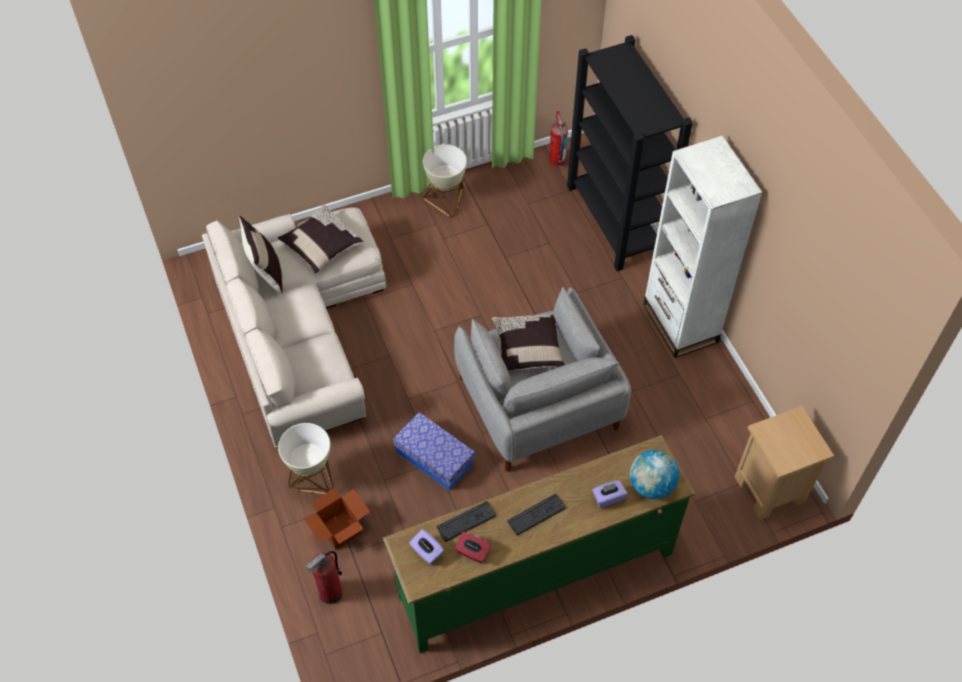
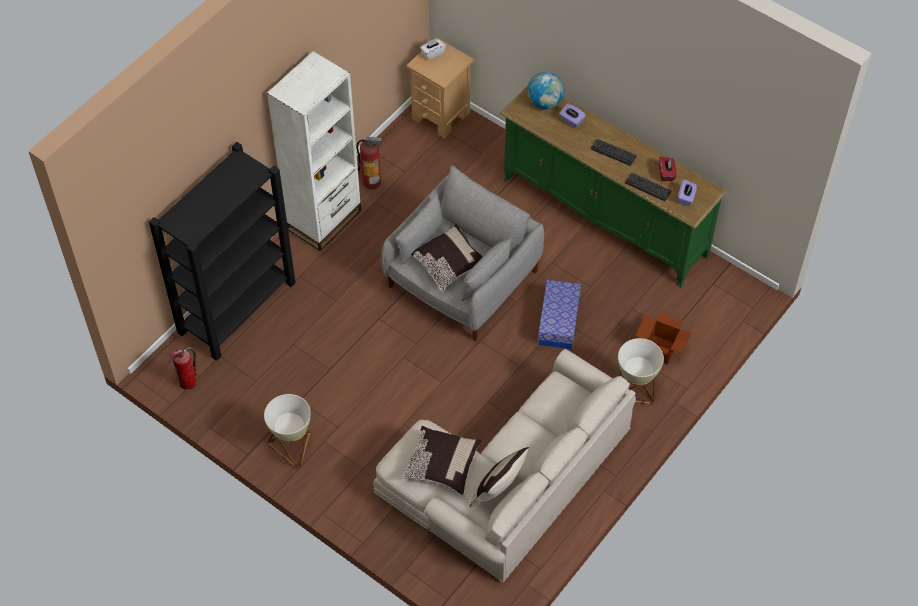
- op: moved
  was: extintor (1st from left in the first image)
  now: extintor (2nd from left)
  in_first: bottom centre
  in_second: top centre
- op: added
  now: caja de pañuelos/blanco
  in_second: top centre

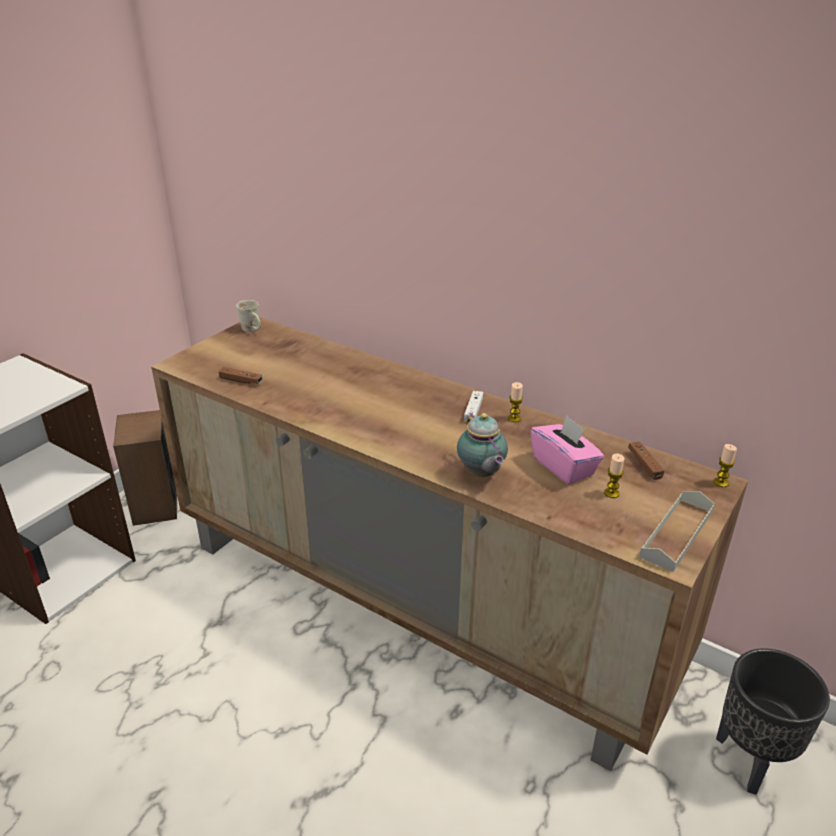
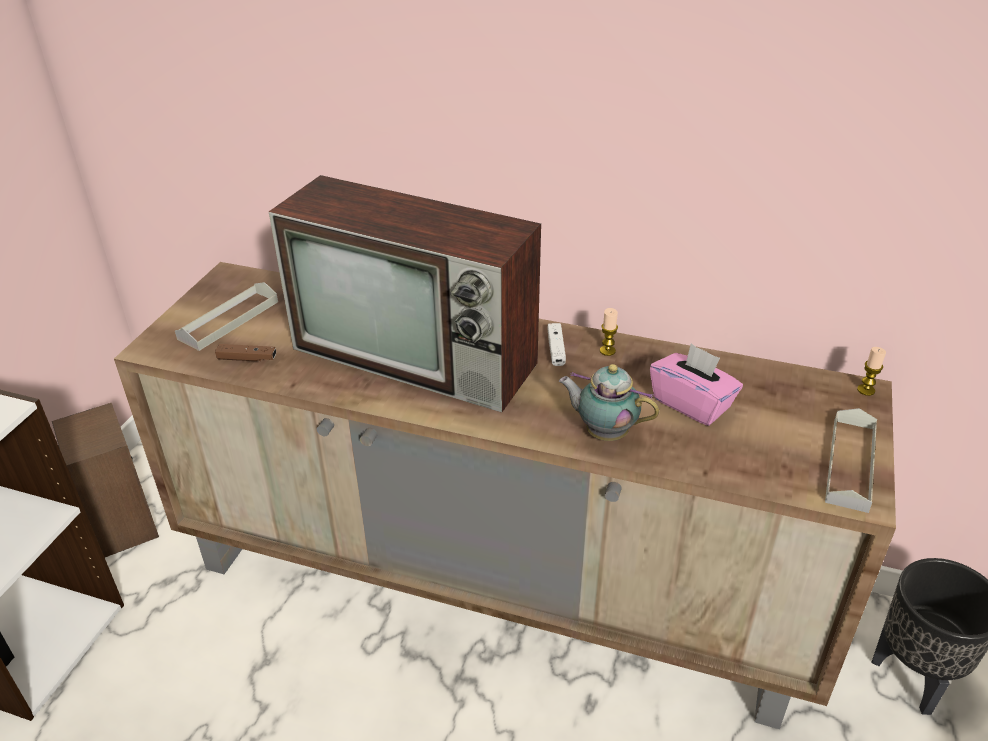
- op: removed
  was: taza grande/blanco
  in_first: middle left
- op: turned
  was: tetera
  in_first: centre
  in_second: centre
  clockwise: 150
- op: removed
  was: mando de consola/marrón (2nd from left)
  in_first: middle right
- op: removed
  was: vela (2nd from left)
  in_first: middle right
- op: added
  now: televisor
  in_second: centre
- op: added
  now: bandeja/gris (1st from left)
  in_second: middle left

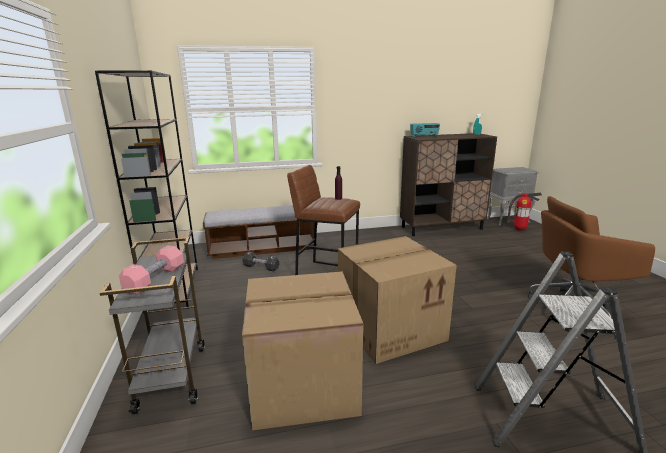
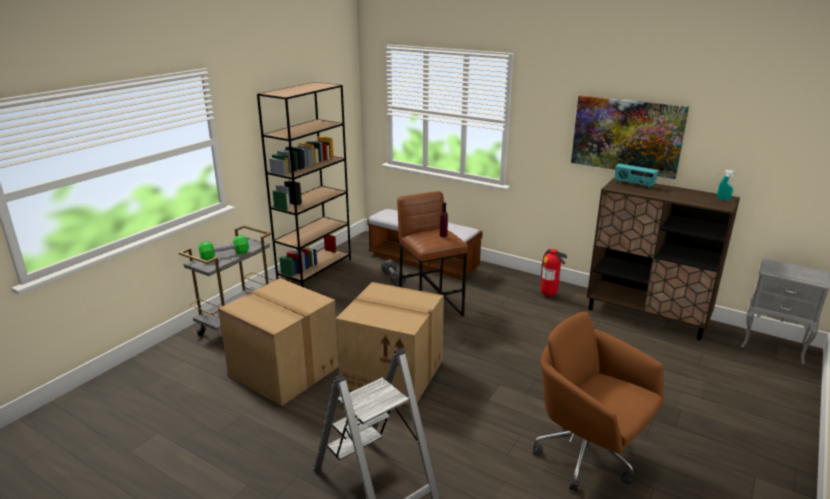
- op: moved
  was: extintor
  in_first: middle right
  in_second: centre
- op: recoloured
  was: mancuerna/rosa
  now: mancuerna/verde
  in_first: middle left
  in_second: middle left
- op: added
  now: cuadro
  in_second: top right

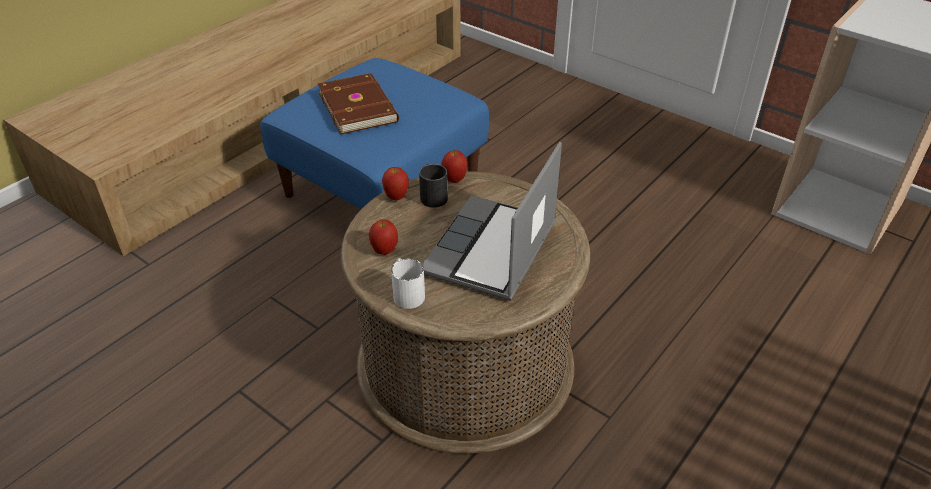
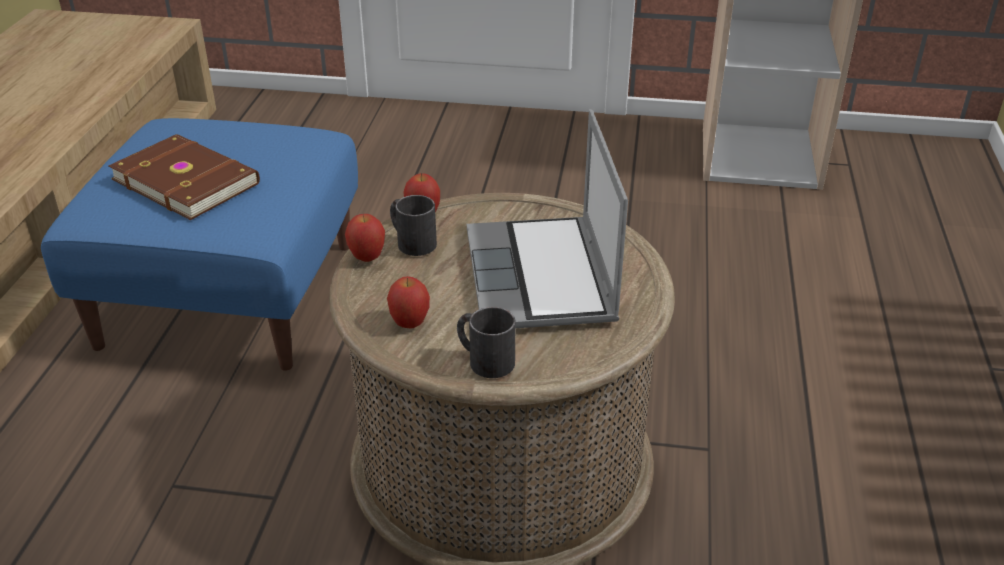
- op: recoloured
  was: taza grande/blanco
  now: taza grande/negro (2nd from left)
  in_first: centre
  in_second: centre

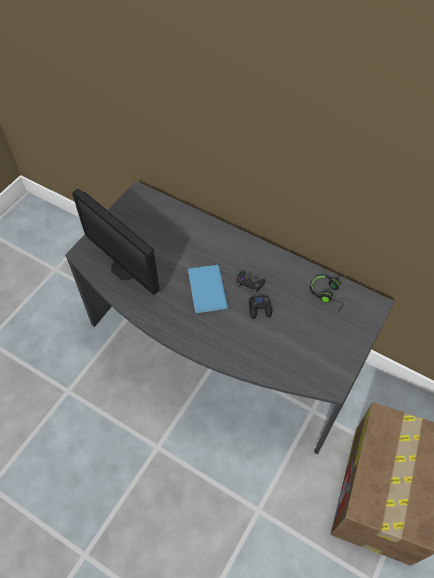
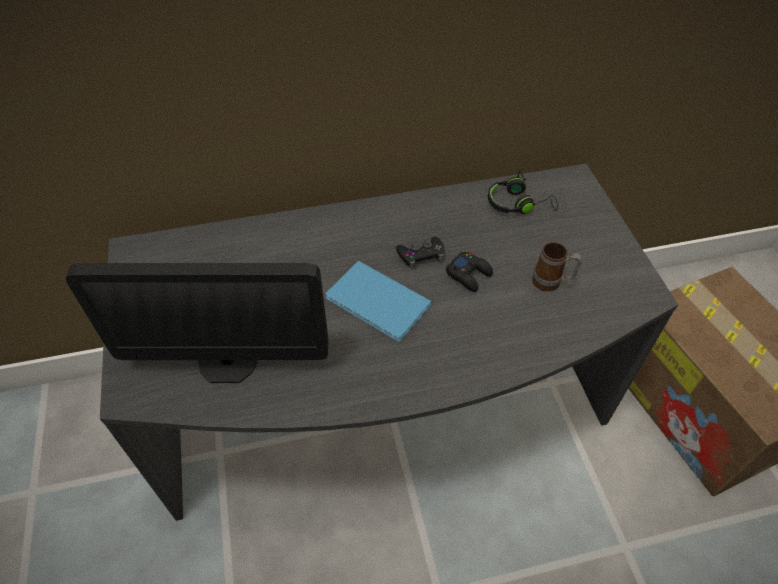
- op: added
  now: taza grande
  in_second: middle right

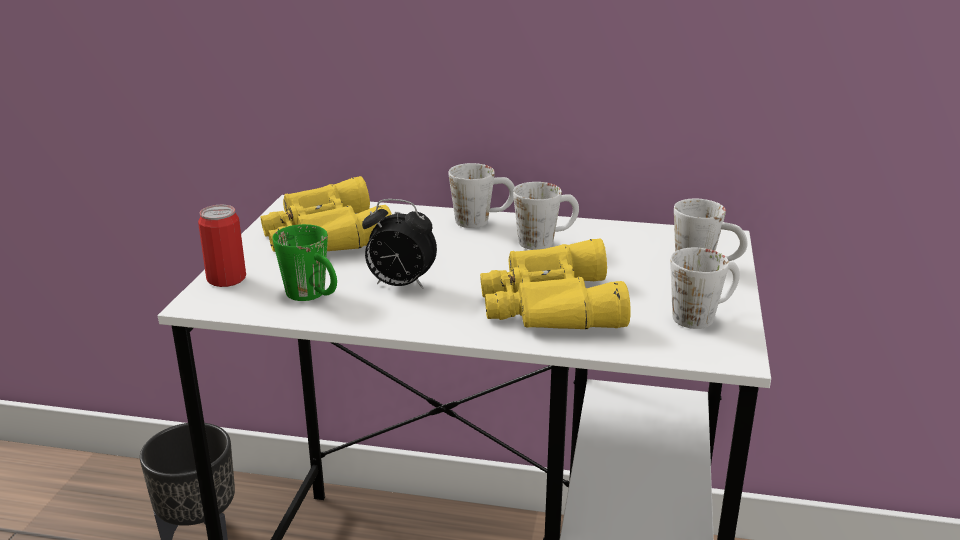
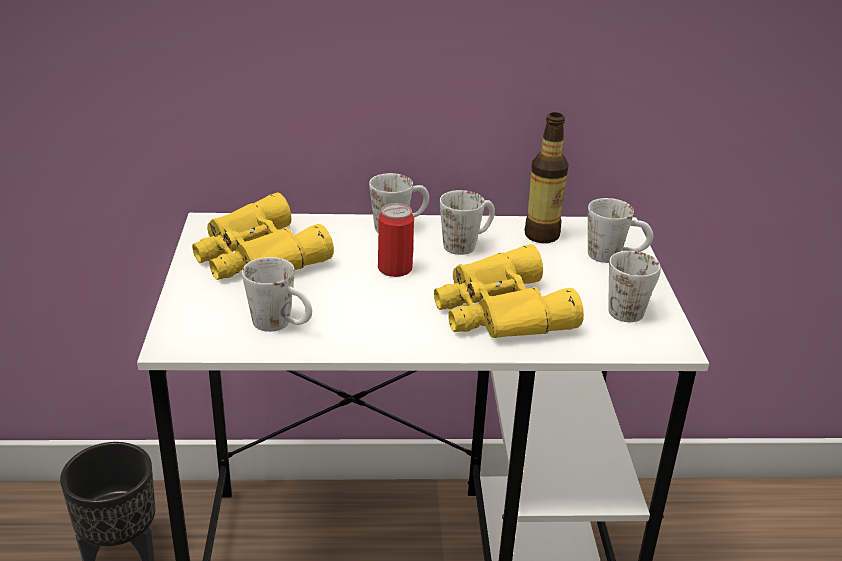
- op: removed
  was: despertador
  in_first: centre
- op: moved
  was: lata
  in_first: middle left
  in_second: centre
- op: recoloured
  was: taza grande/verde
  now: taza grande/blanco (1st from left)
  in_first: middle left
  in_second: middle left
- op: added
  now: botella
  in_second: top centre

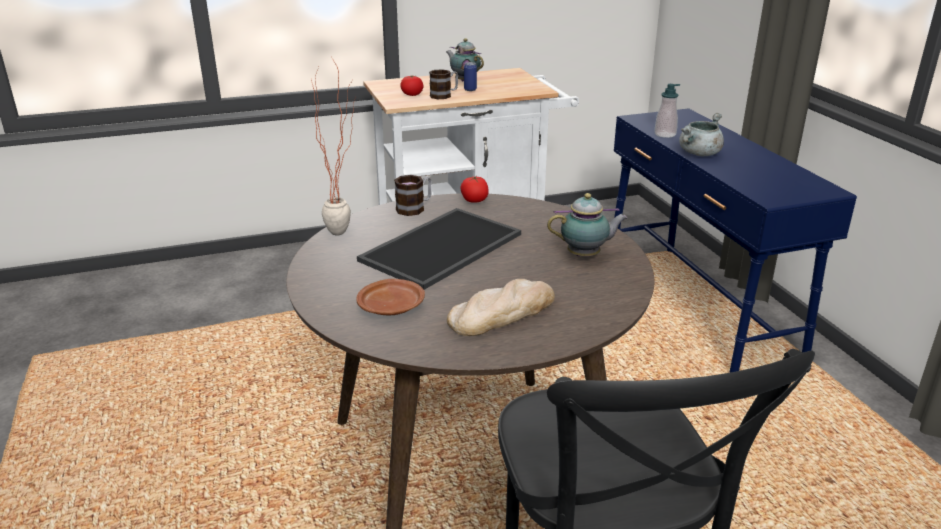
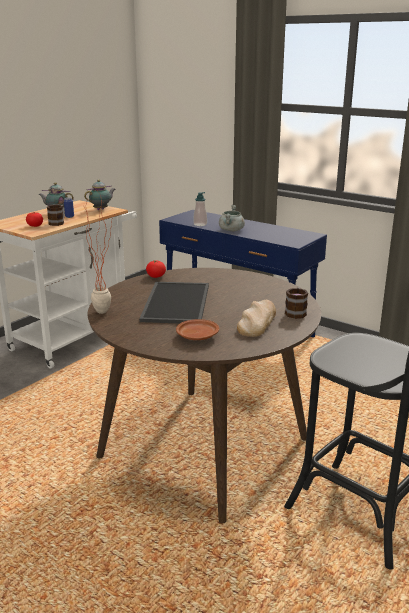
- op: moved
  was: taza grande (1st from left in the first image)
  now: taza grande (2nd from left)
  in_first: centre
  in_second: middle right
- op: moved
  was: tetera (2nd from left)
  in_first: centre
  in_second: top left

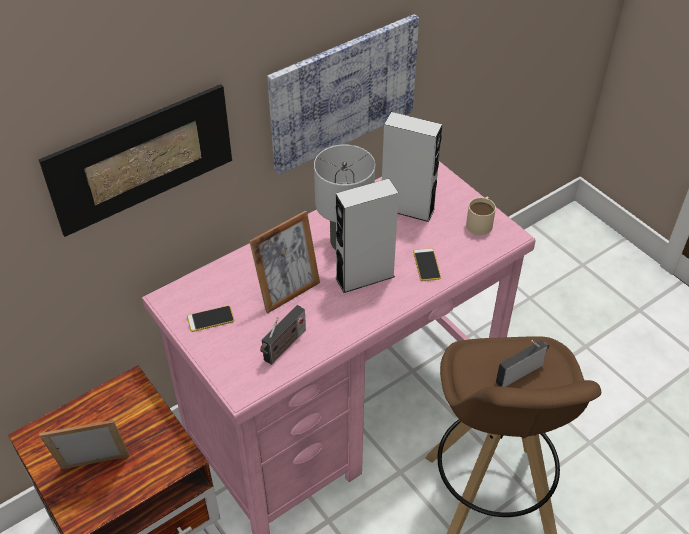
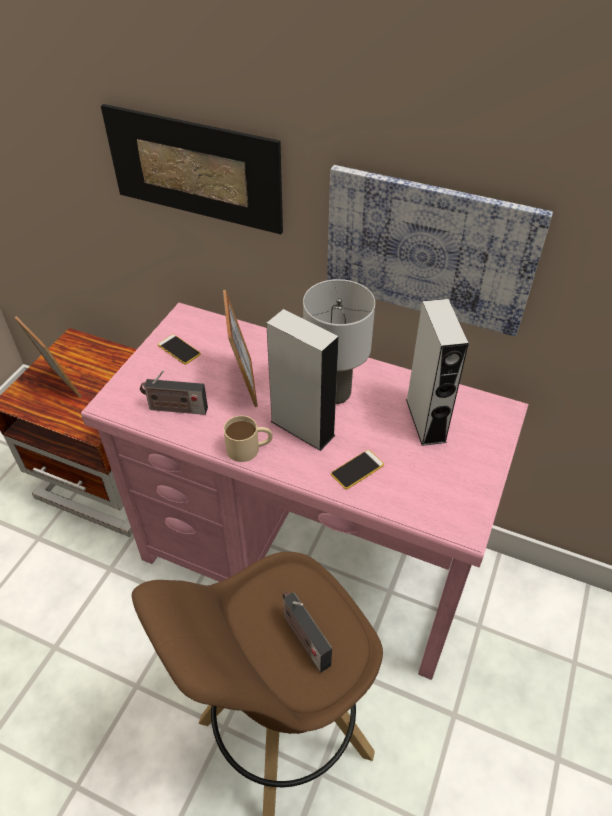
- op: moved
  was: taza grande/beis
  in_first: middle right
  in_second: centre
- op: turned
  was: portarretratos (2nd from left)
  in_first: centre
  in_second: centre
  clockwise: -120
- op: turned
  was: radio (2nd from left)
  in_first: bottom right
  in_second: bottom centre
  clockwise: -150

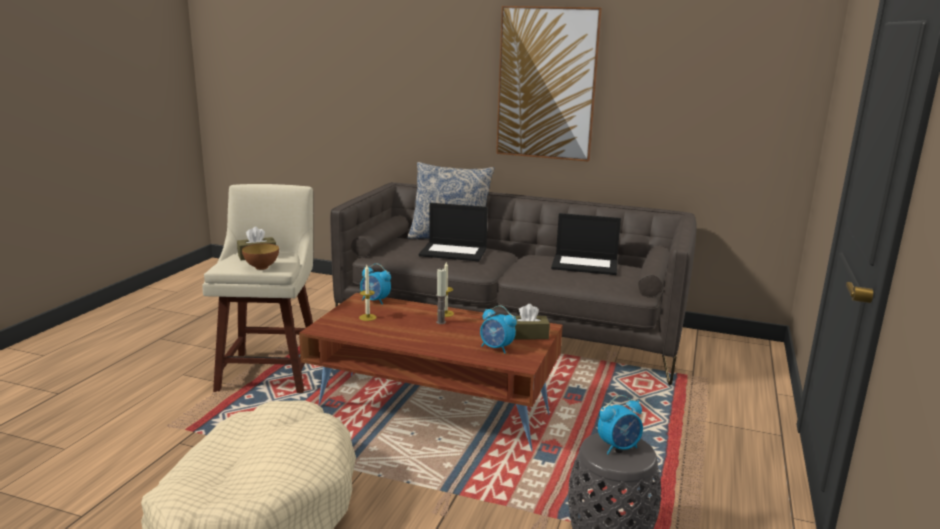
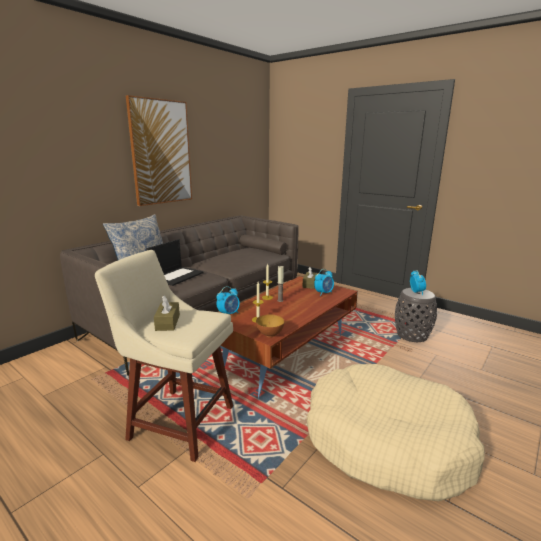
- op: removed
  was: portátil (2nd from left)
  in_first: centre
- op: moved
  was: cuenco
  in_first: middle left
  in_second: centre

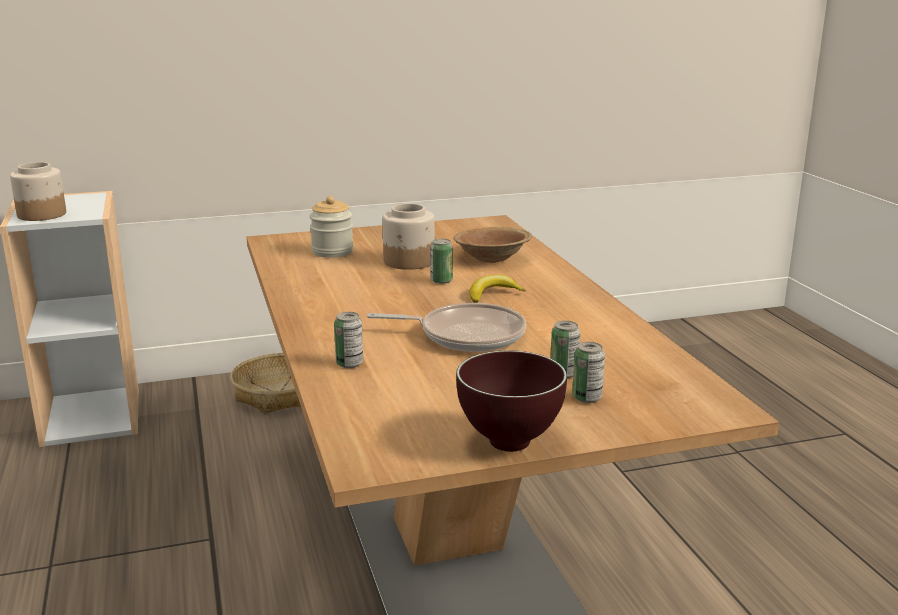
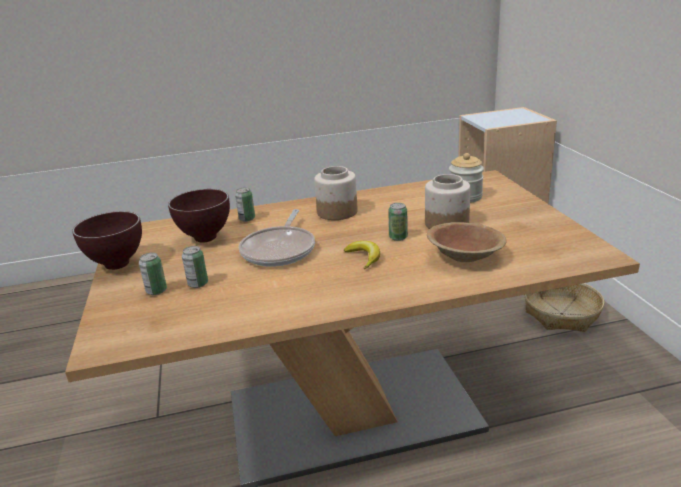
- op: moved
  was: tarro (1st from left)
  in_first: top left
  in_second: centre
- op: added
  now: cuenco/marrón (2nd from left)
  in_second: middle left

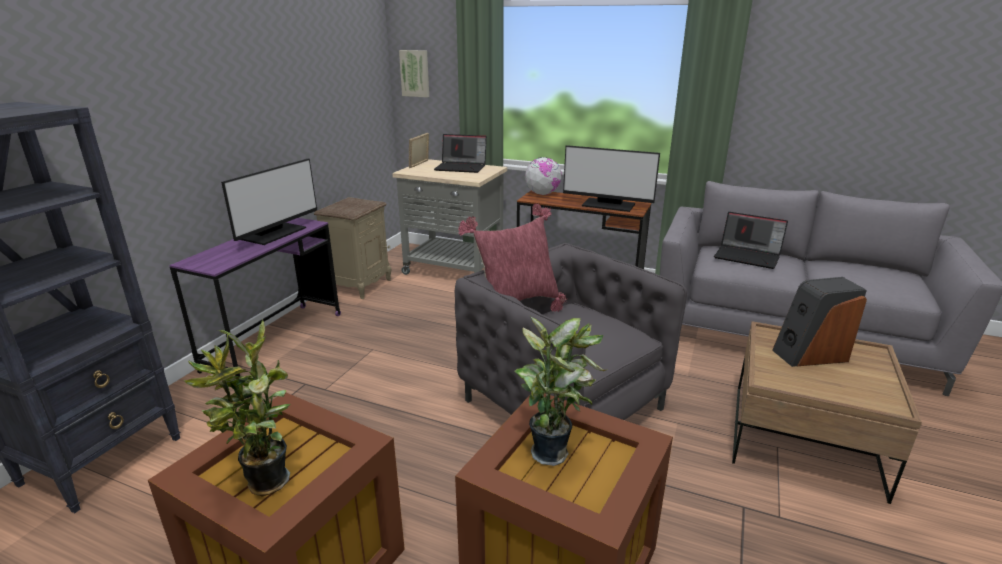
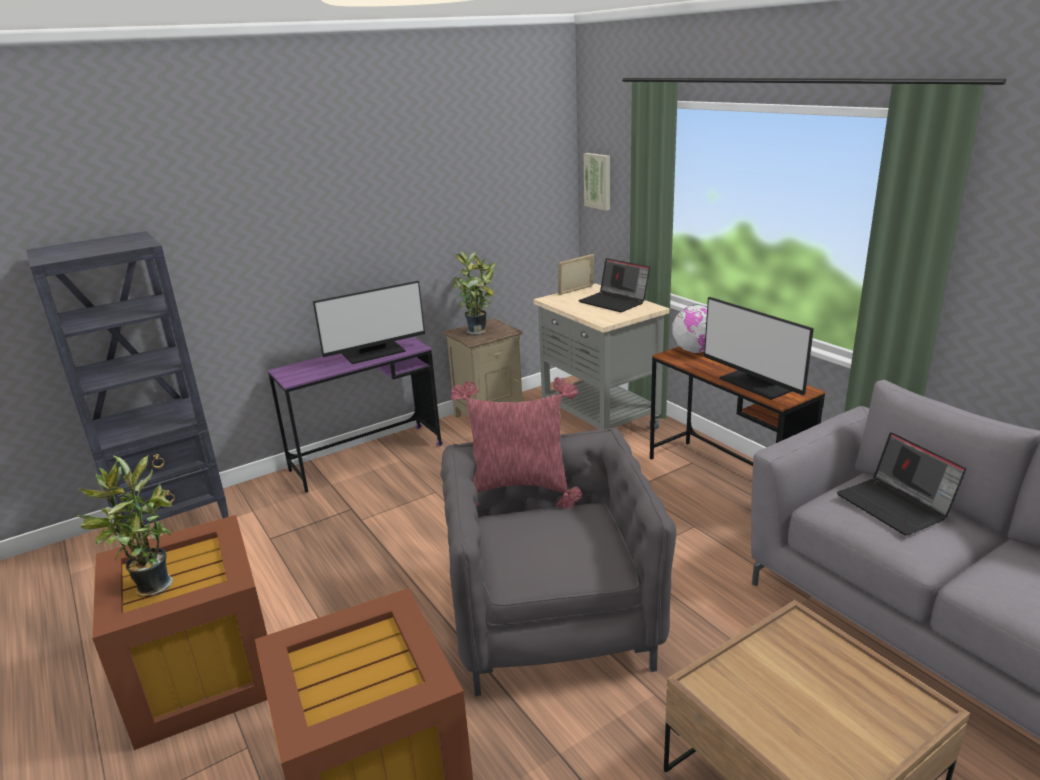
- op: removed
  was: altavoz
  in_first: middle right
- op: moved
  was: planta en maceta (2nd from left)
  in_first: bottom centre
  in_second: centre

